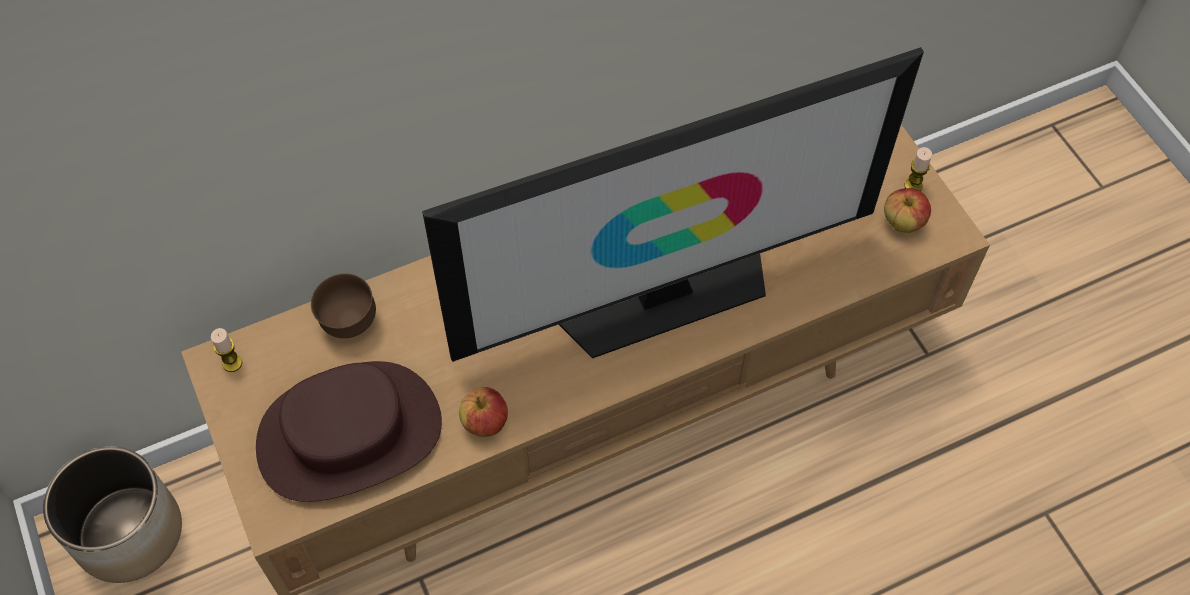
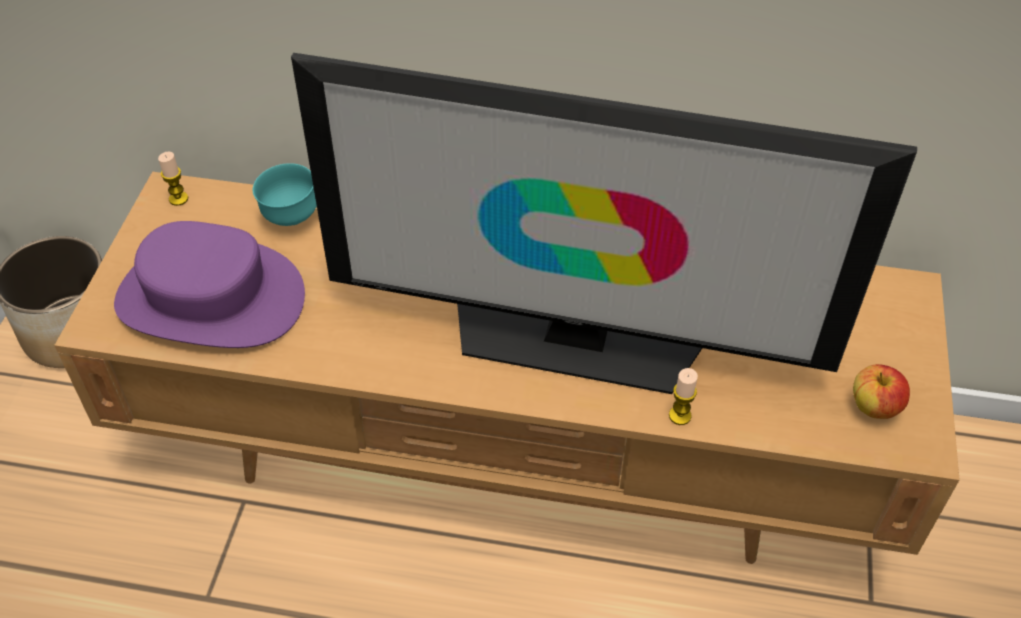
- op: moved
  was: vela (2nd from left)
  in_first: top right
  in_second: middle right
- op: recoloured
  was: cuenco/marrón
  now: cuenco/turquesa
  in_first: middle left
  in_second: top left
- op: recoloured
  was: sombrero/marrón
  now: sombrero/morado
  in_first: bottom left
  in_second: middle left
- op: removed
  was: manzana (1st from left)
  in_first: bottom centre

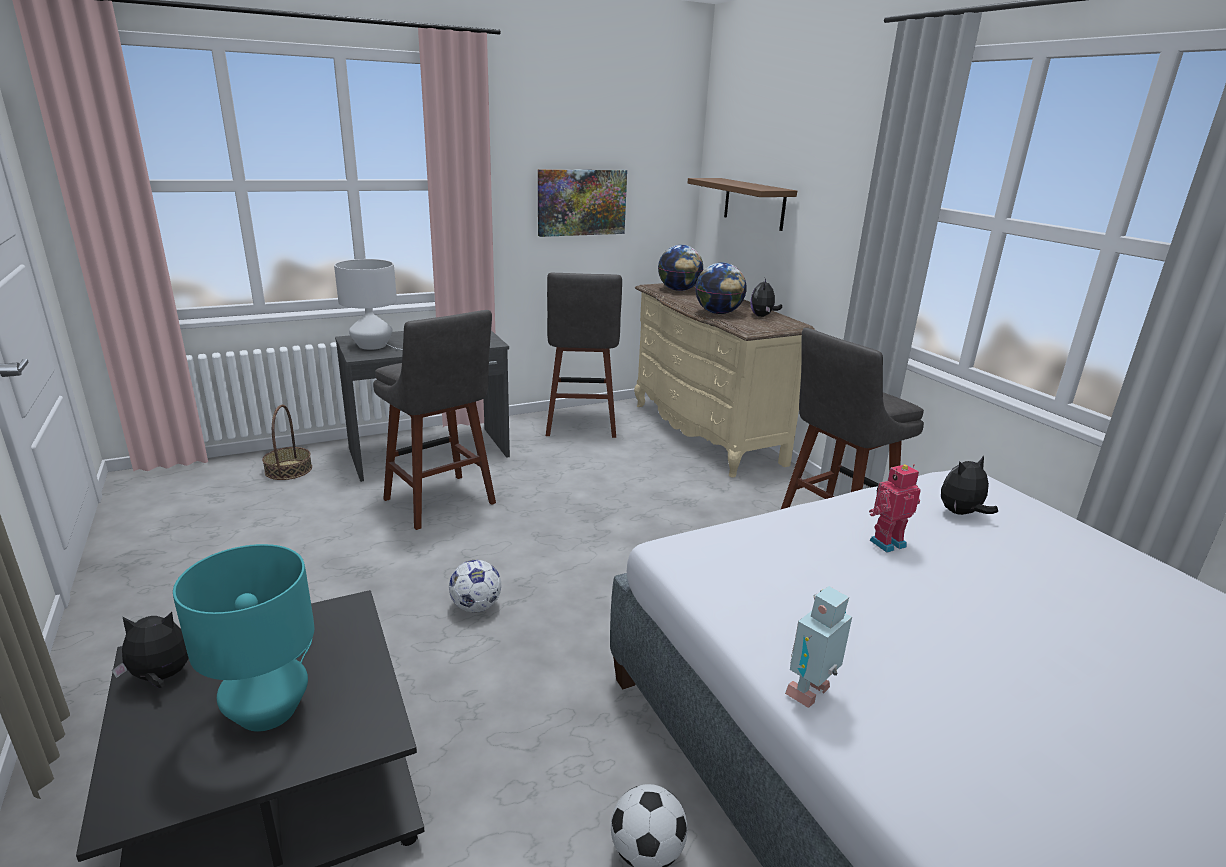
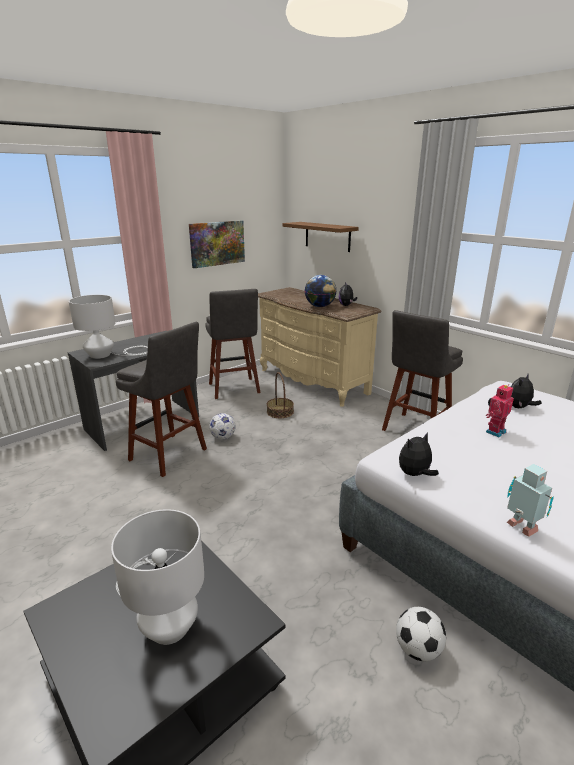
- op: removed
  was: globo terráqueo (1st from left)
  in_first: top centre
- op: moved
  was: cesta
  in_first: middle left
  in_second: centre
- op: recoloured
  was: lámpara de mesa/turquesa
  now: lámpara de mesa/gris (2nd from left)
  in_first: bottom left
  in_second: bottom left
- op: moved
  was: balón de fútbol (1st from left)
  in_first: bottom centre
  in_second: centre
- op: turned
  was: robot de juguete (1st from left in the first image)
  in_first: bottom right
  in_second: middle right
  clockwise: 120
- op: moved
  was: peluche (1st from left in the first image)
  now: peluche (2nd from left)
  in_first: bottom left
  in_second: middle right

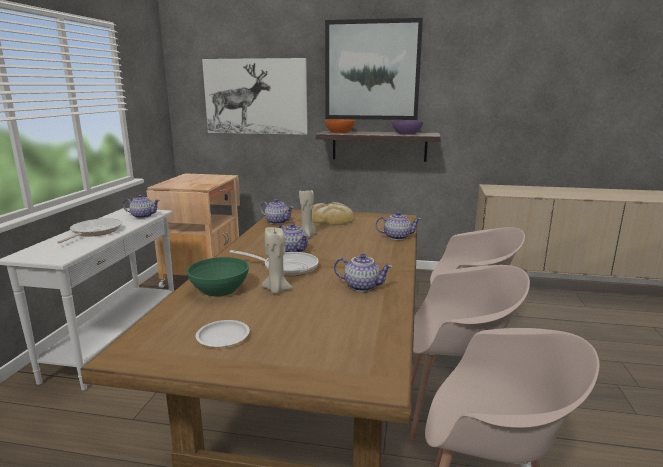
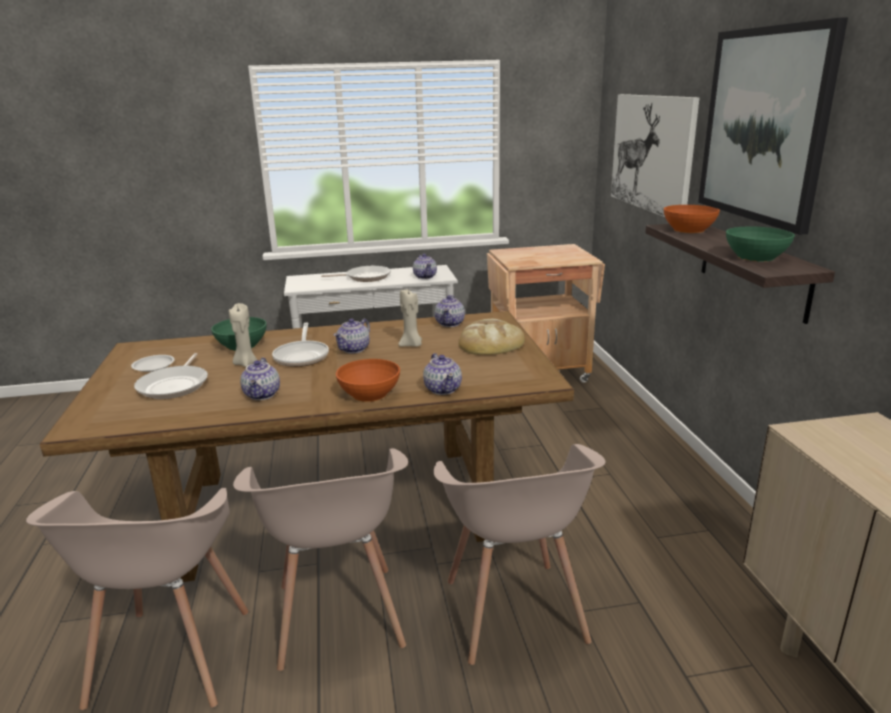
- op: recoloured
  was: cuenco/morado
  now: cuenco/verde (2nd from left)
  in_first: top centre
  in_second: middle right
- op: added
  now: sartén (1st from left)
  in_second: middle left
- op: added
  now: cuenco/naranja (1st from left)
  in_second: centre

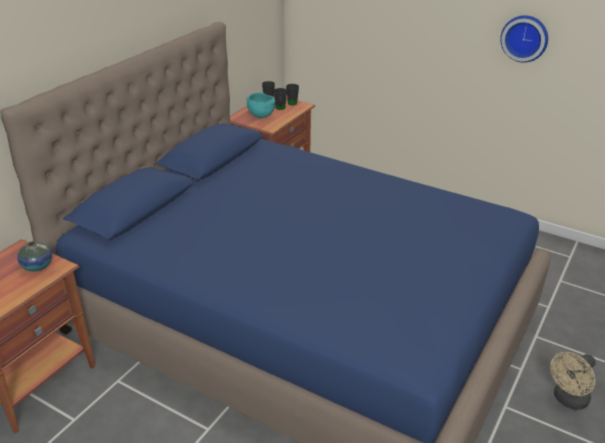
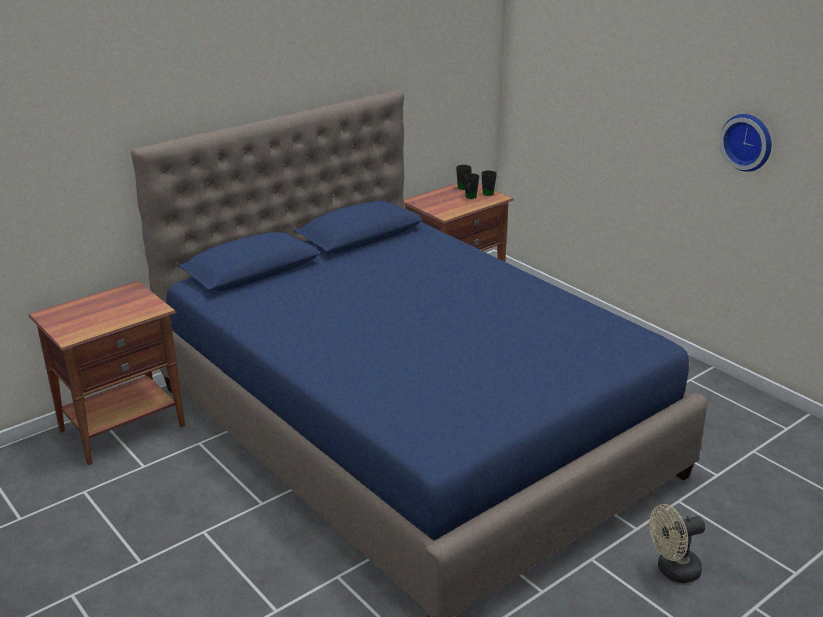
- op: removed
  was: cuenco/turquesa
  in_first: top centre
- op: removed
  was: florero
  in_first: middle left

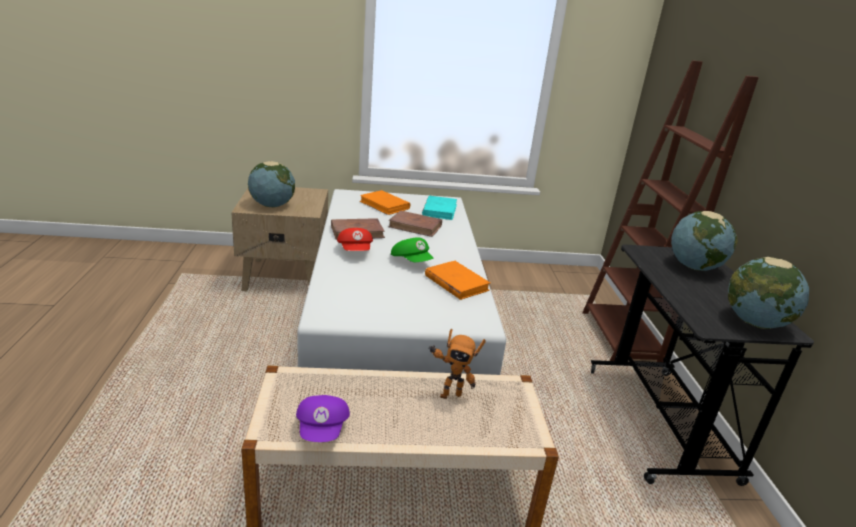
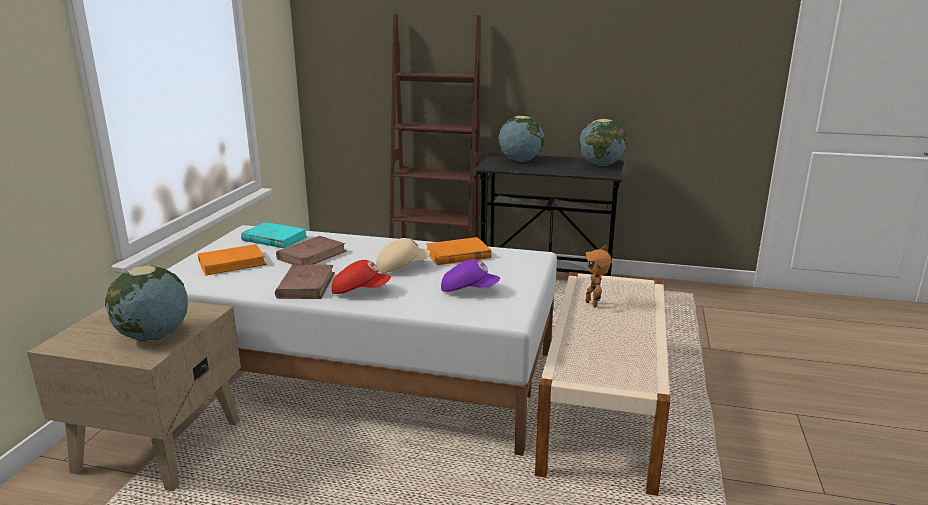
- op: recoloured
  was: gorra/verde
  now: gorra/beis
  in_first: centre
  in_second: centre
- op: turned
  was: robot de juguete
  in_first: bottom centre
  in_second: centre
  clockwise: 150
- op: moved
  was: gorra/morado
  in_first: bottom centre
  in_second: centre

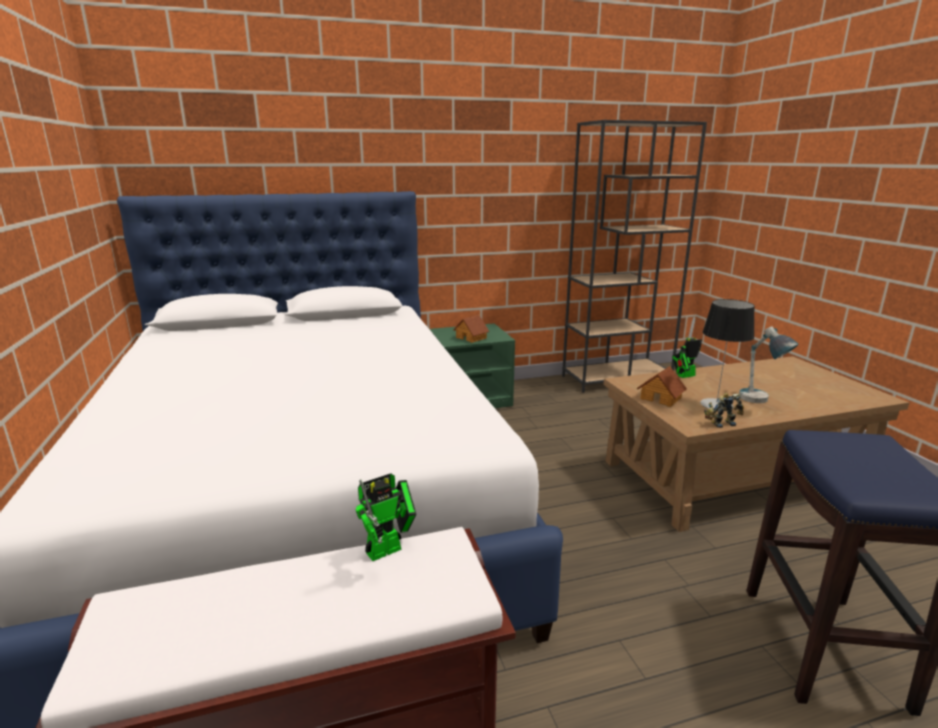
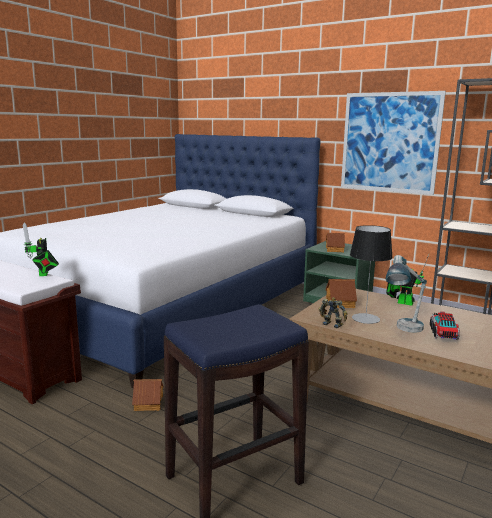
- op: turned
  was: robot de juguete (1st from left)
  in_first: bottom centre
  in_second: middle left
  clockwise: 60
- op: added
  now: cuadro
  in_second: top right
- op: added
  now: camión de juguete
  in_second: middle right
- op: added
  now: casita (1st from left)
  in_second: bottom left

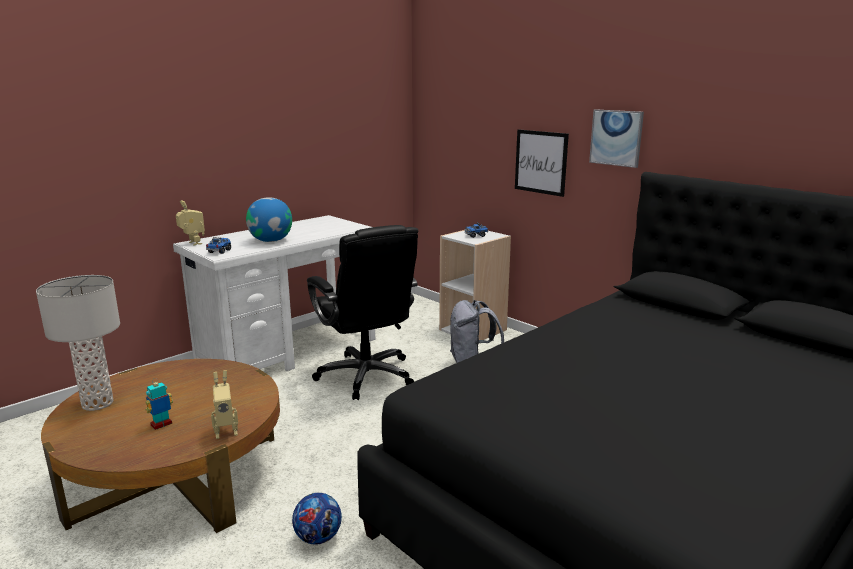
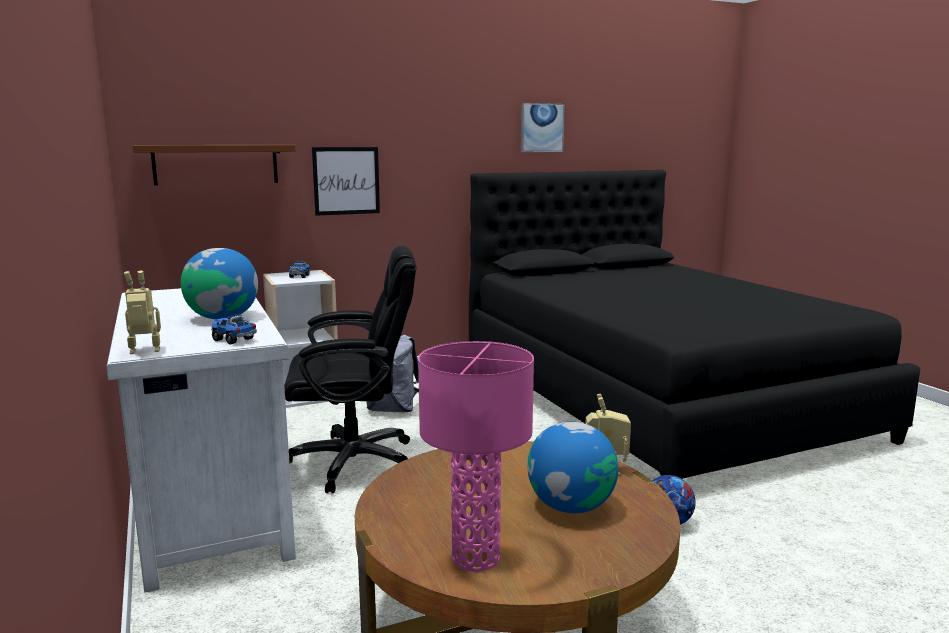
- op: moved
  was: cuadro (2nd from left)
  in_first: top right
  in_second: top centre
- op: recoloured
  was: lámpara de mesa/blanco
  now: lámpara de mesa/rosa
  in_first: middle left
  in_second: bottom centre
- op: replaced
  was: robot de juguete (1st from left)
  now: globo terráqueo (2nd from left)
  in_first: bottom left
  in_second: bottom centre
- op: added
  now: estante/marrón
  in_second: top left

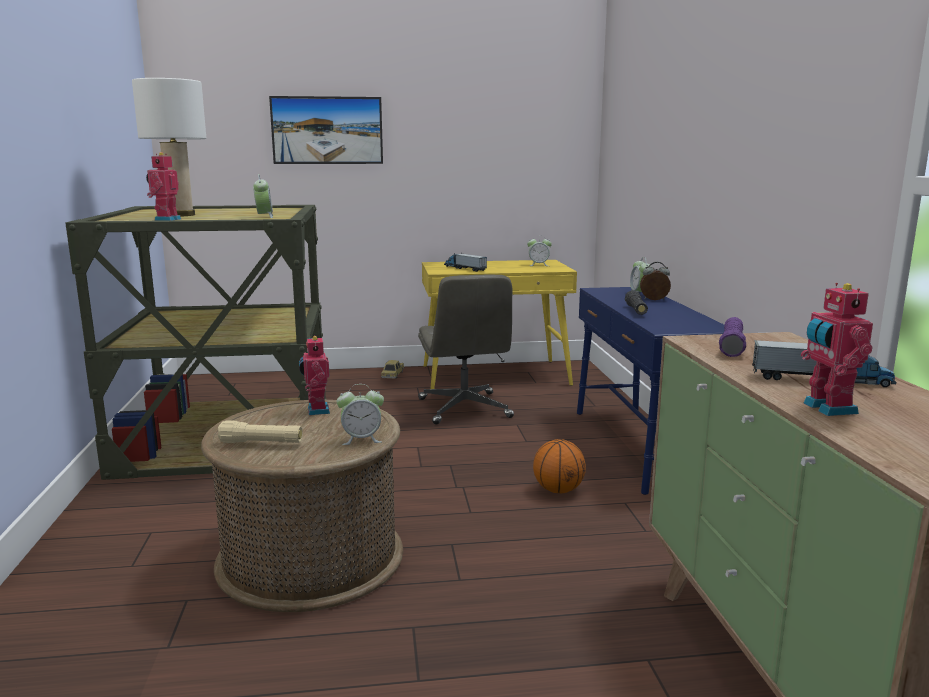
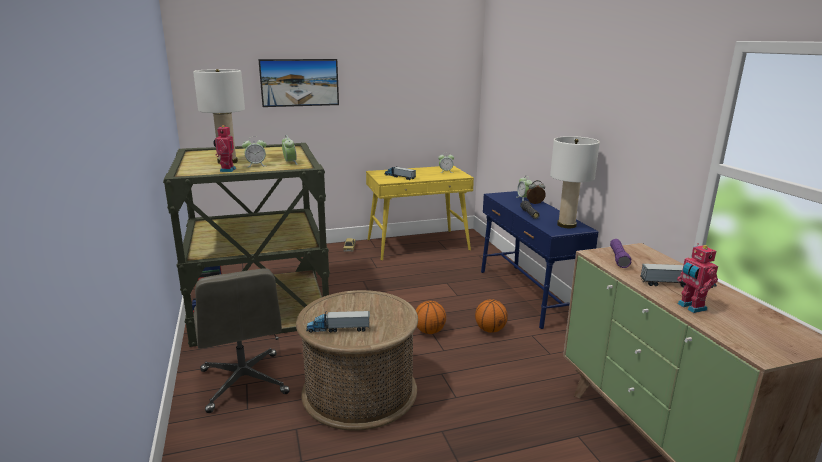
- op: moved
  was: silla de oficina/gris
  in_first: centre
  in_second: bottom left
- op: removed
  was: robot de juguete (2nd from left)
  in_first: centre
- op: moved
  was: despertador (2nd from left in the first image)
  now: despertador (1st from left)
  in_first: centre
  in_second: top left
- op: replaced
  was: linterna/beis
  now: camión de juguete (1st from left)
  in_first: middle left
  in_second: bottom centre
- op: added
  now: lámpara de mesa/blanco (2nd from left)
  in_second: middle right
- op: added
  now: balón de baloncesto (1st from left)
  in_second: bottom centre

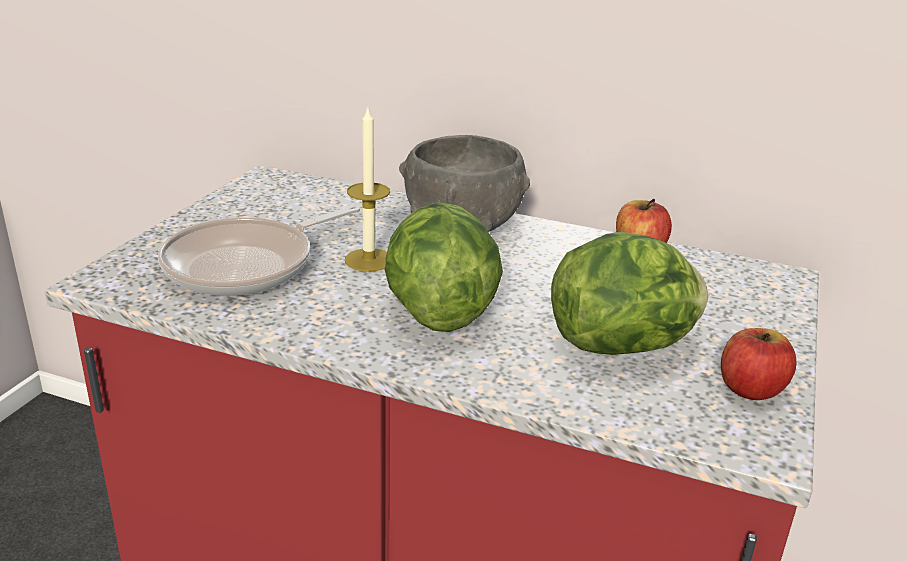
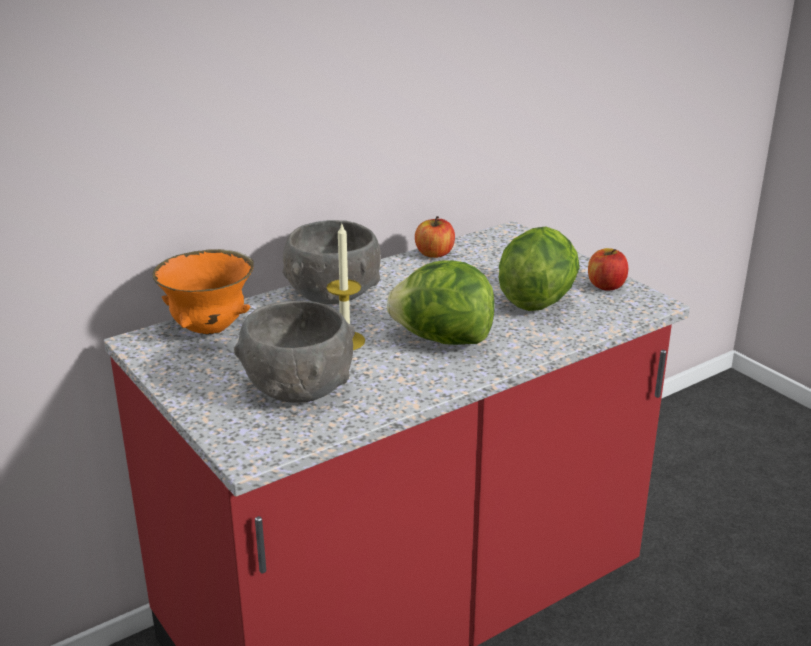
- op: replaced
  was: sartén
  now: cuenco/gris (1st from left)
  in_first: middle left
  in_second: centre
- op: added
  now: cuenco/naranja
  in_second: middle left

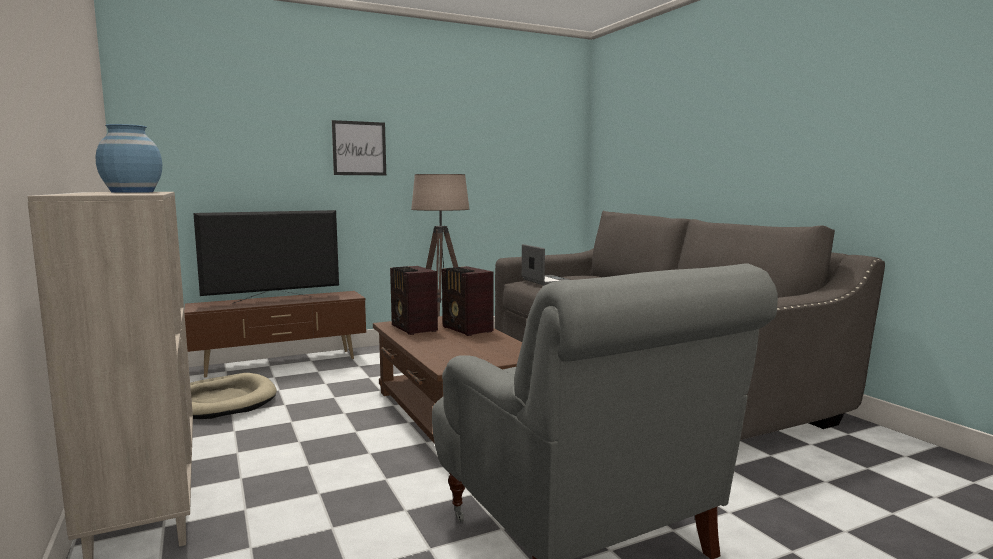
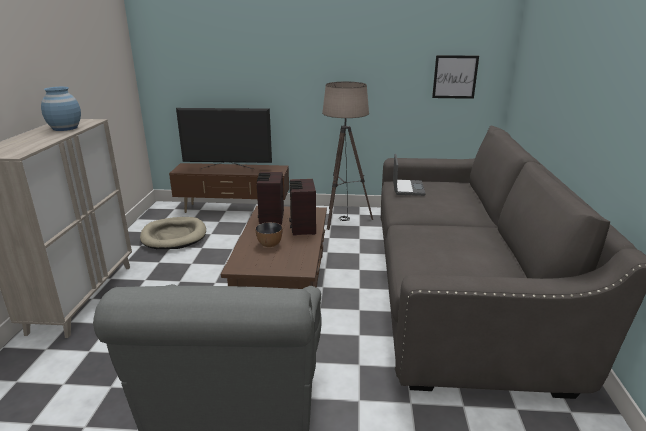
- op: moved
  was: cuadro
  in_first: top centre
  in_second: top right
- op: added
  now: cuenco
  in_second: centre

